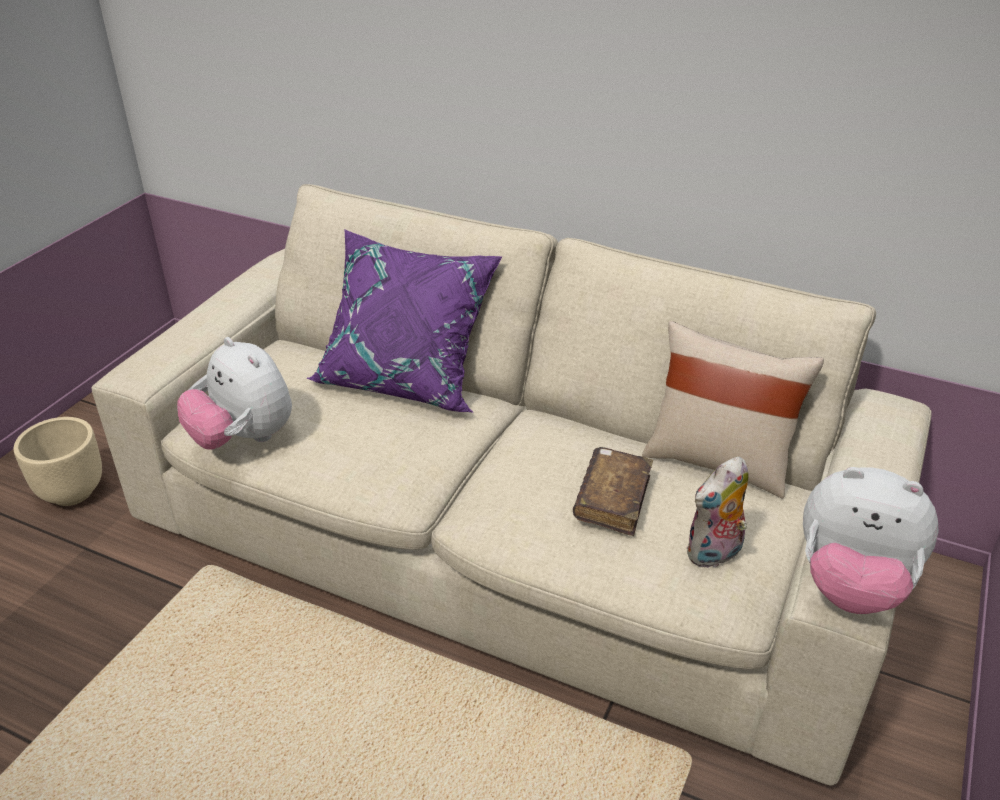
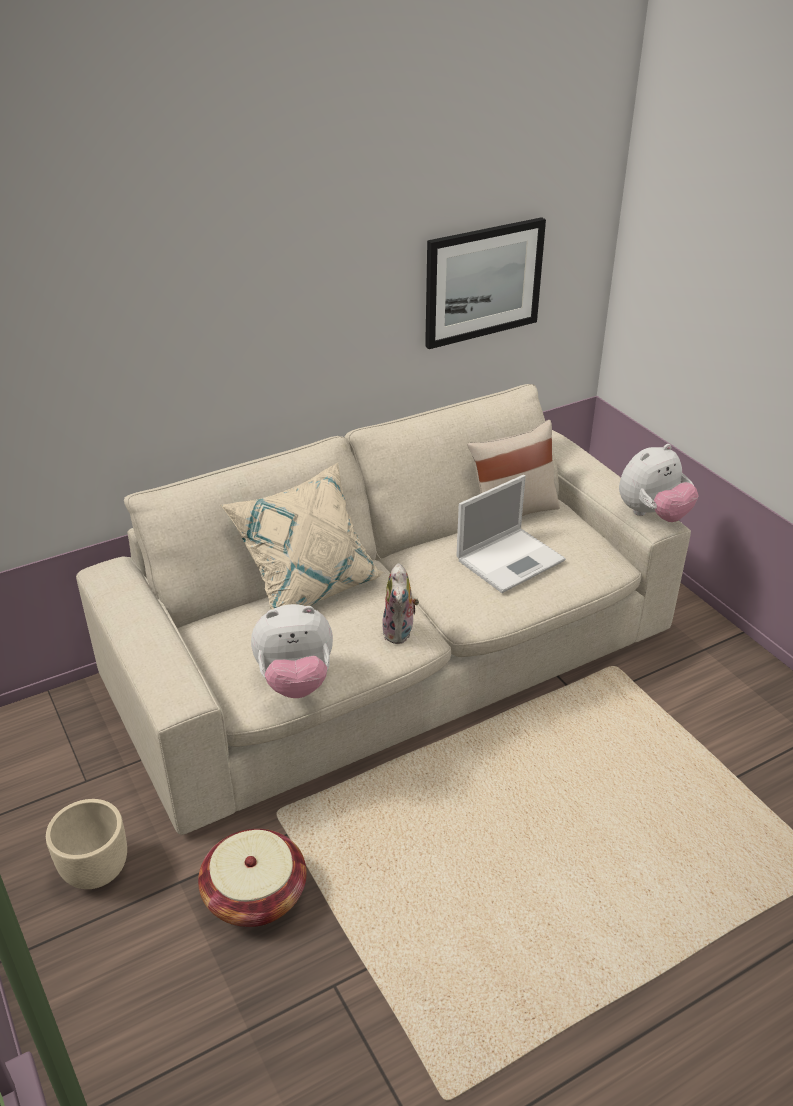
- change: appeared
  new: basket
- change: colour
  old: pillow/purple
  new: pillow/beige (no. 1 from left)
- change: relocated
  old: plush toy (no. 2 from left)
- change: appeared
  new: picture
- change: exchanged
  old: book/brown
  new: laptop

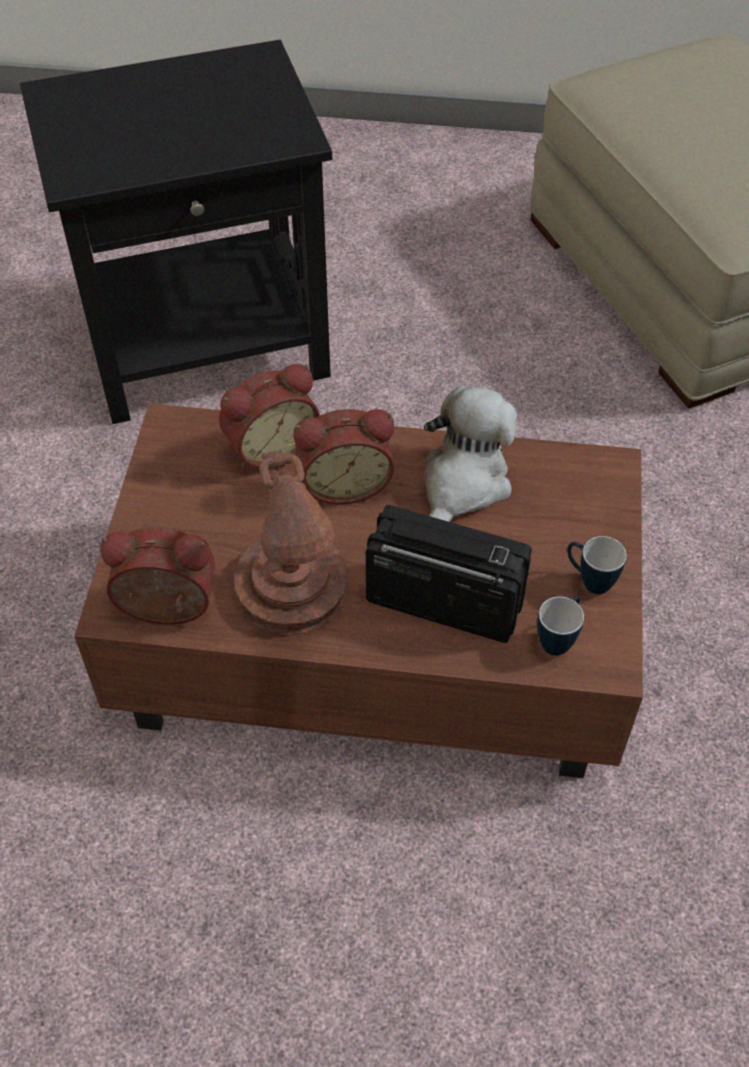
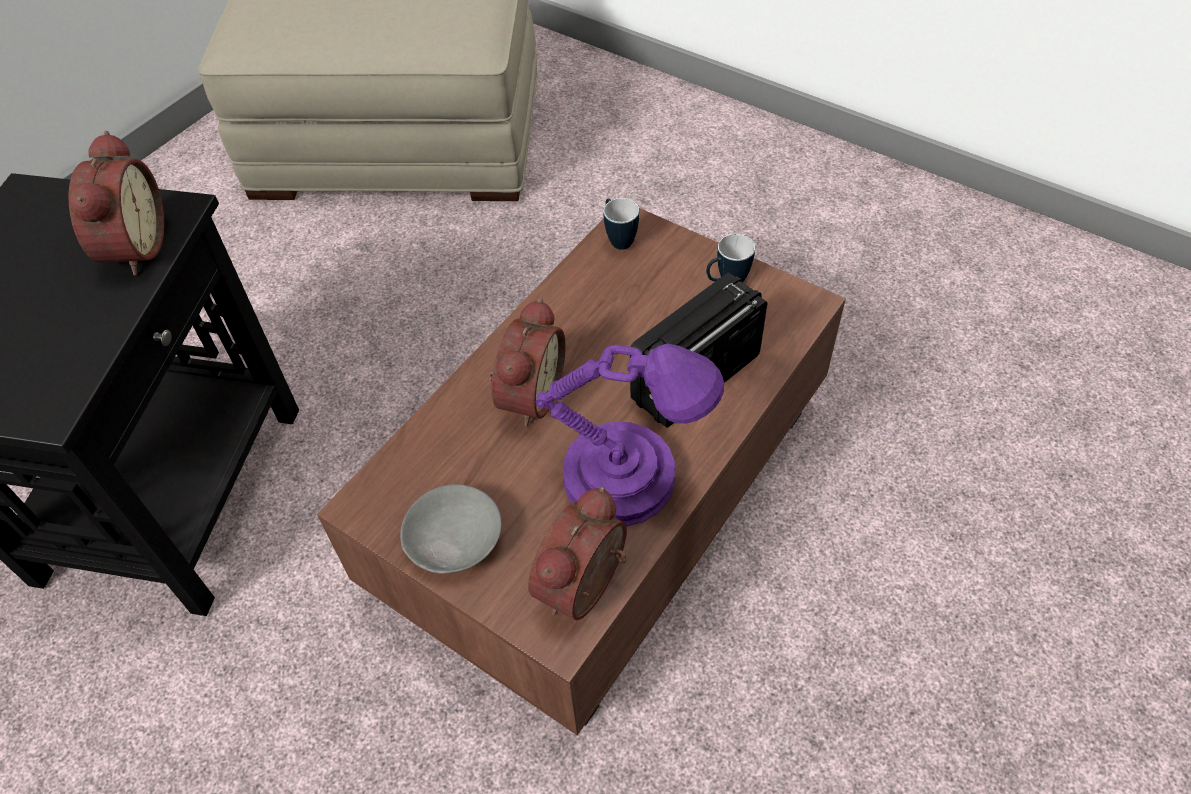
- change: relocated
  old: alarm clock (no. 2 from left in the first image)
  new: alarm clock (no. 1 from left)
- change: appeared
  new: bowl/grey
- change: colour
  old: table lamp/brown
  new: table lamp/purple
- change: relocated
  old: mug (no. 1 from left)
- change: missing
  old: plush toy

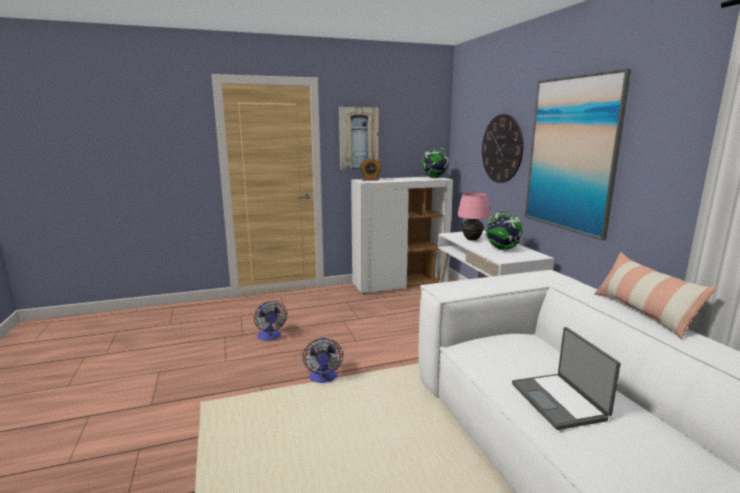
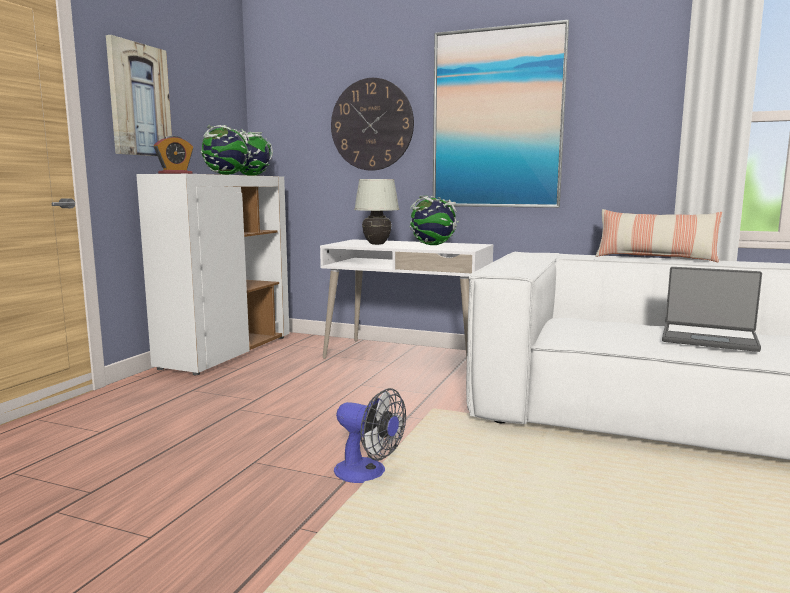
- change: appeared
  new: globe (no. 1 from left)
- change: colour
  old: table lamp/pink
  new: table lamp/white
- change: missing
  old: fan (no. 1 from left)

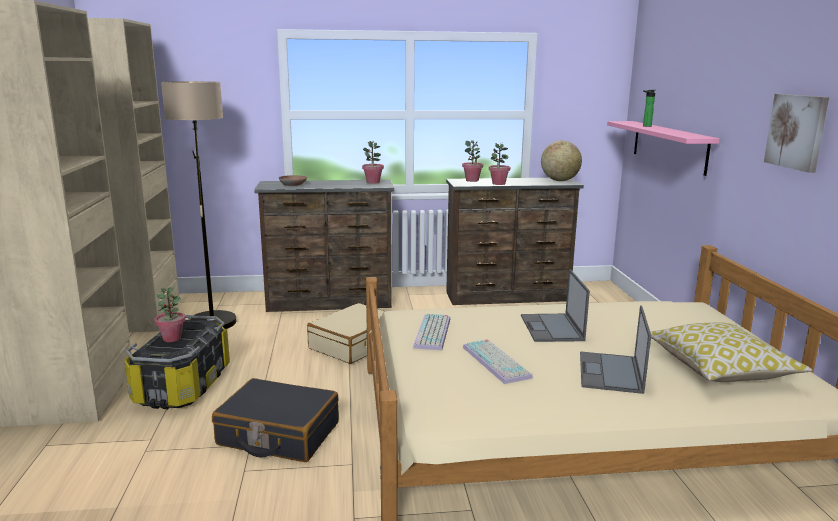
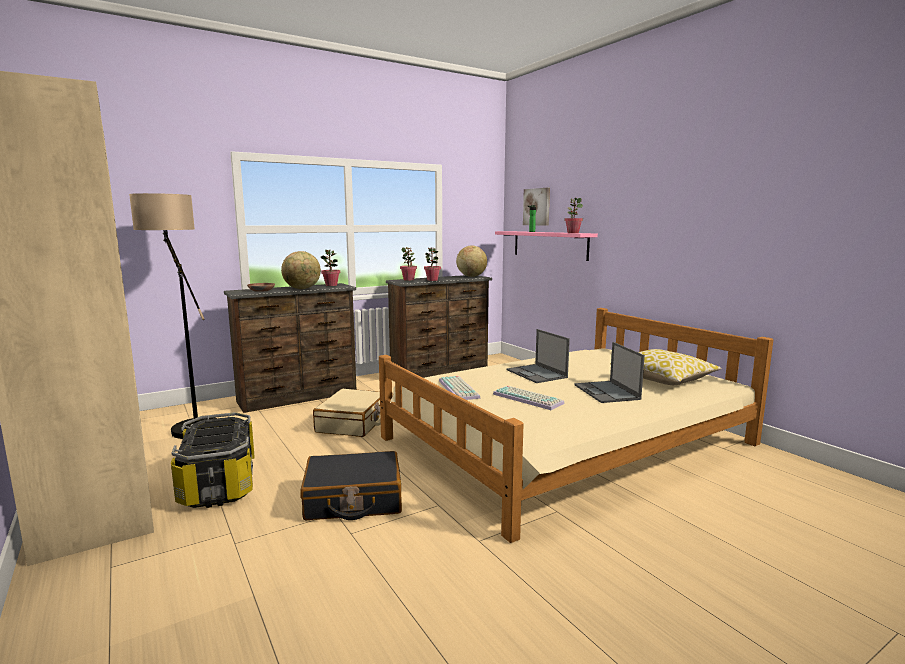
- change: appeared
  new: globe (no. 1 from left)
- change: relocated
  old: picture
- change: relocated
  old: potted plant (no. 1 from left in the first image)
  new: potted plant (no. 4 from left)

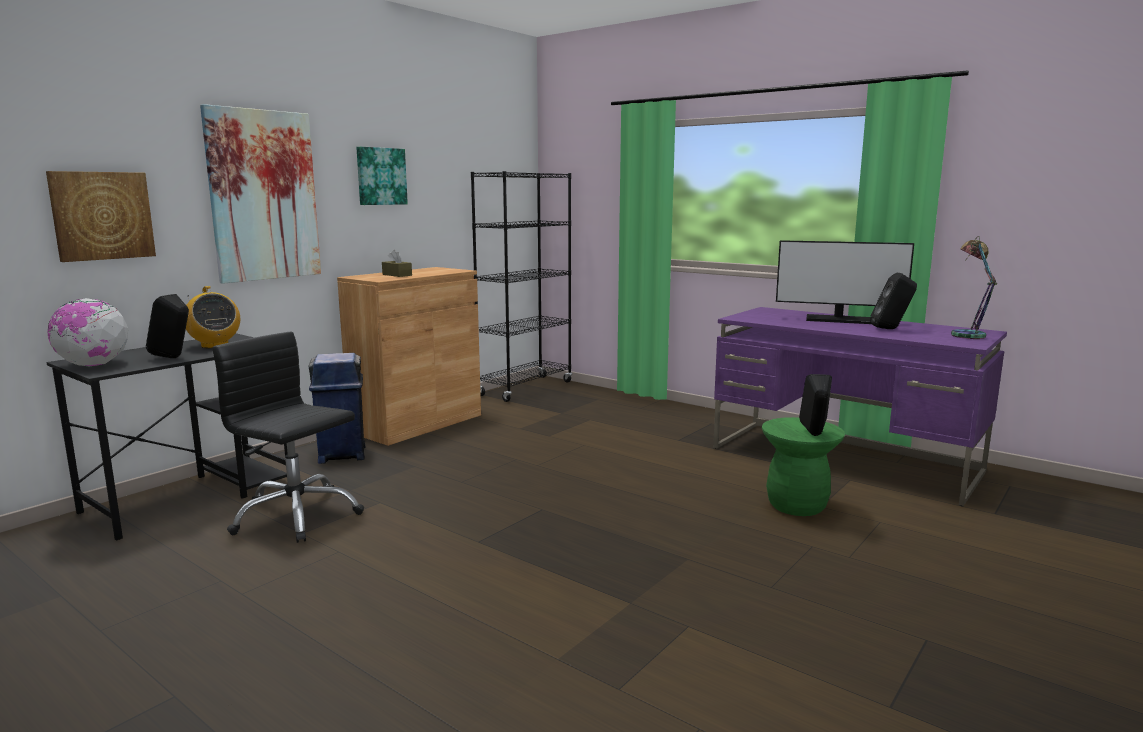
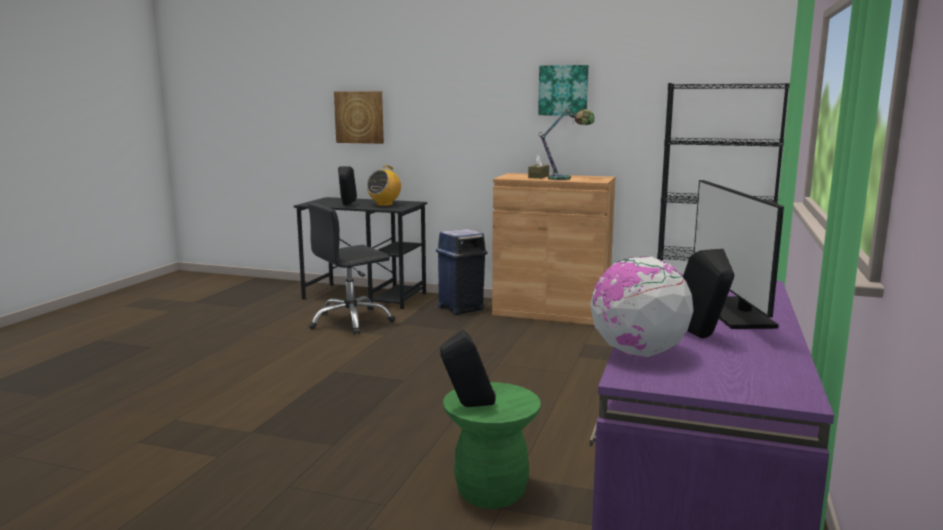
- change: spun
  old: office chair/black
  degrees: -135
- change: relocated
  old: table lamp
- change: relocated
  old: globe
- change: missing
  old: picture (no. 2 from left)

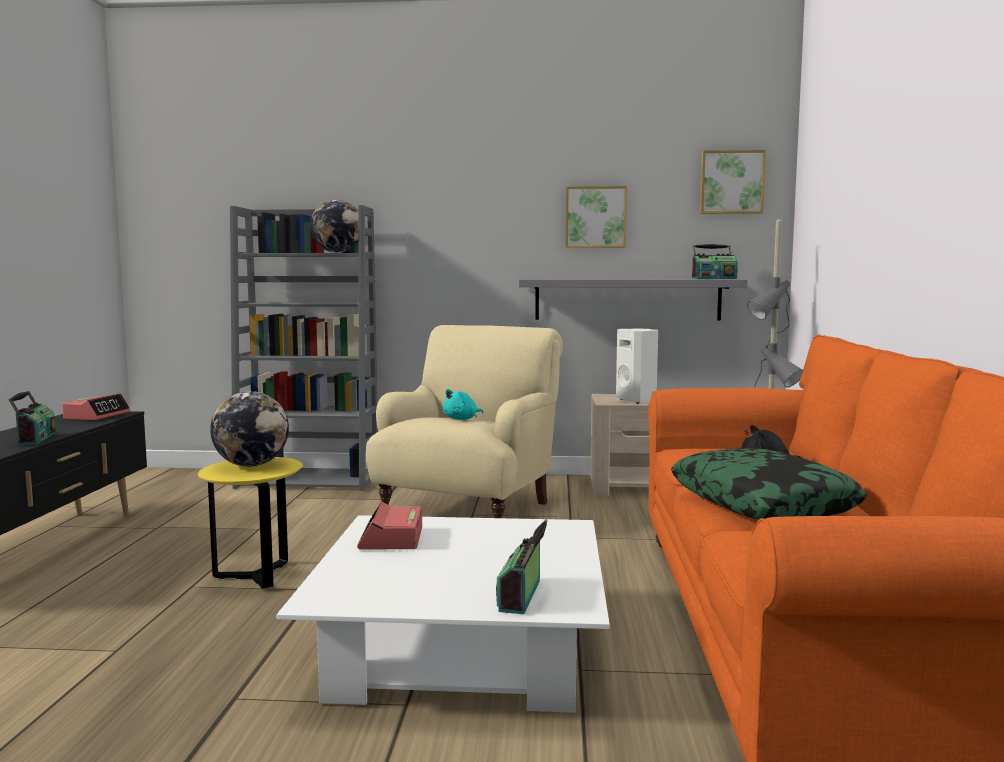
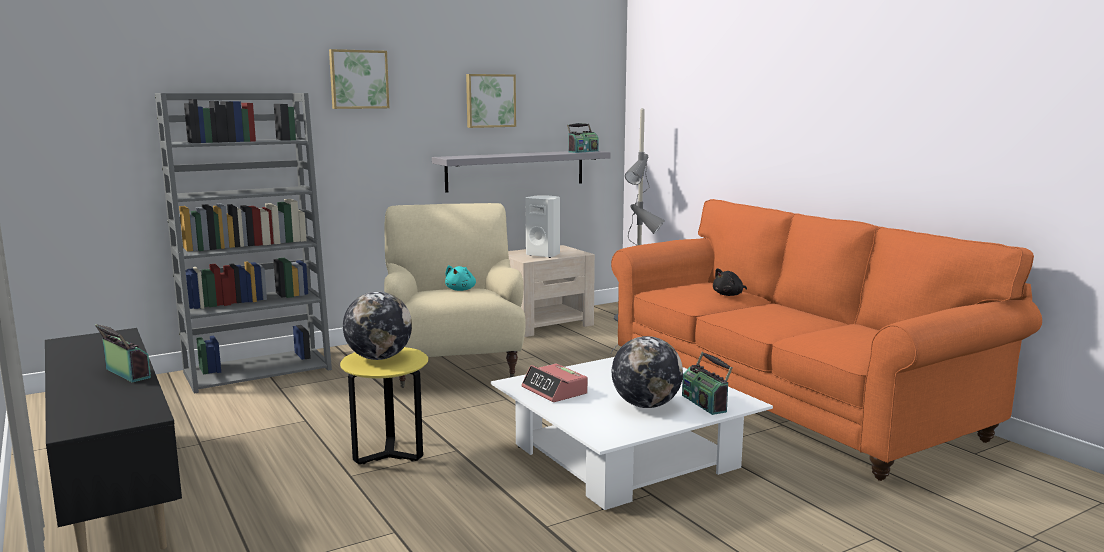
- change: relocated
  old: picture (no. 2 from left in the first image)
  new: picture (no. 1 from left)
- change: relocated
  old: globe (no. 2 from left)
- change: missing
  old: alarm clock (no. 1 from left)
- change: missing
  old: pillow

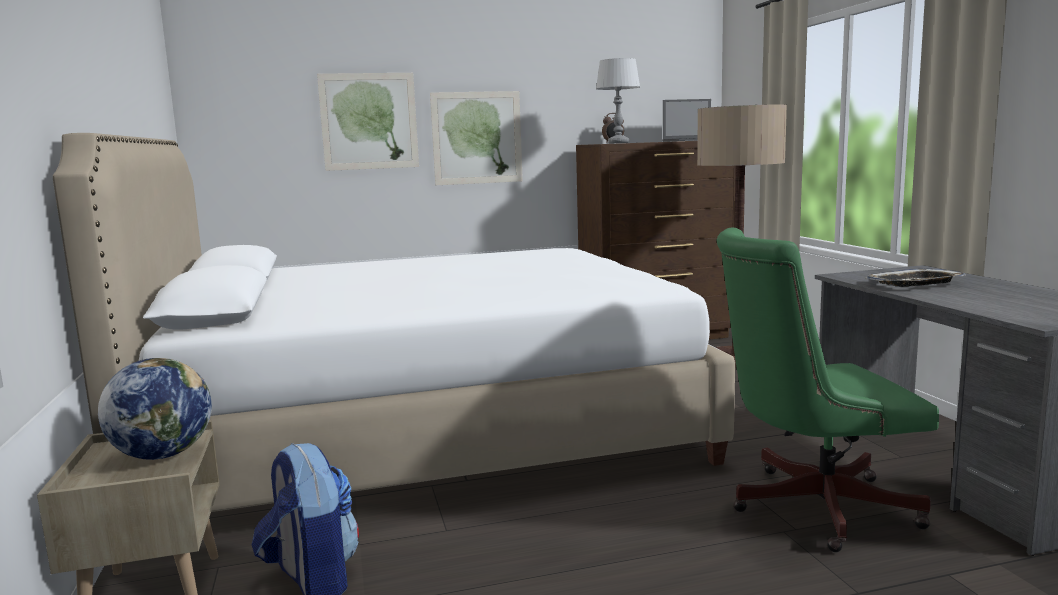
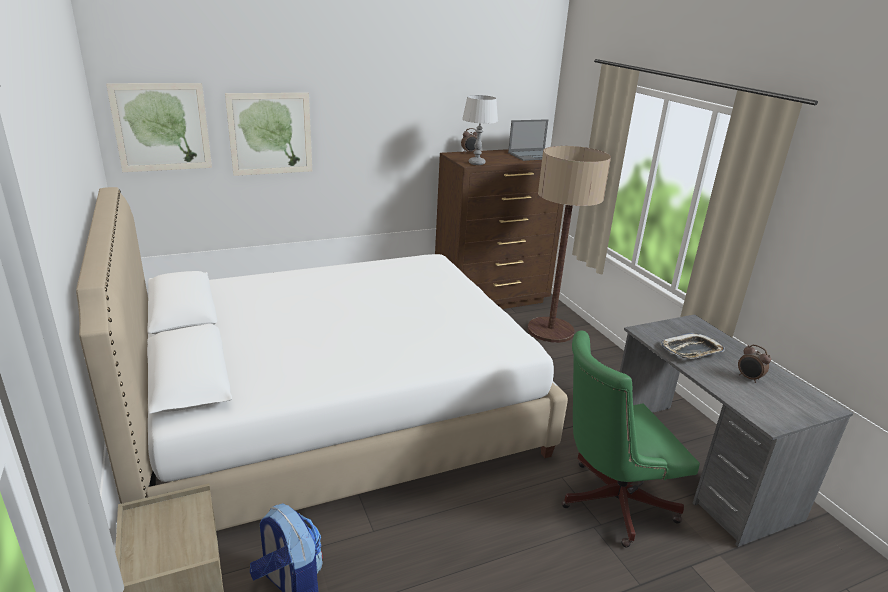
- change: relocated
  old: picture (no. 2 from left in the first image)
  new: picture (no. 1 from left)
- change: appeared
  new: alarm clock (no. 2 from left)
- change: missing
  old: globe

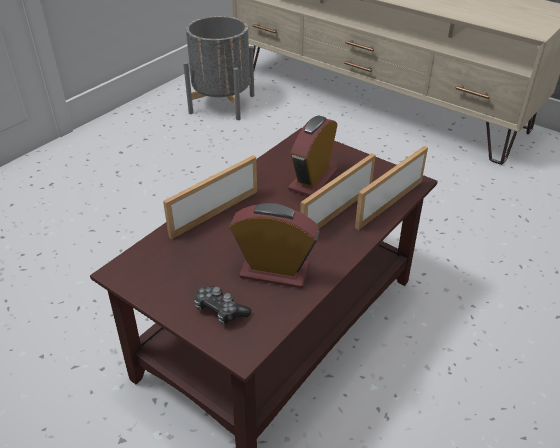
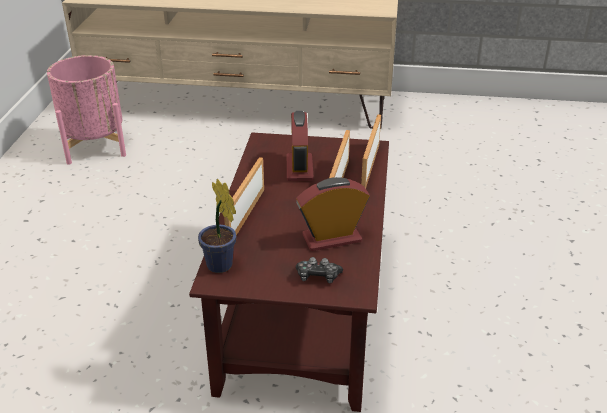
- change: colour
  old: planter/grey
  new: planter/pink
- change: appeared
  new: potted plant

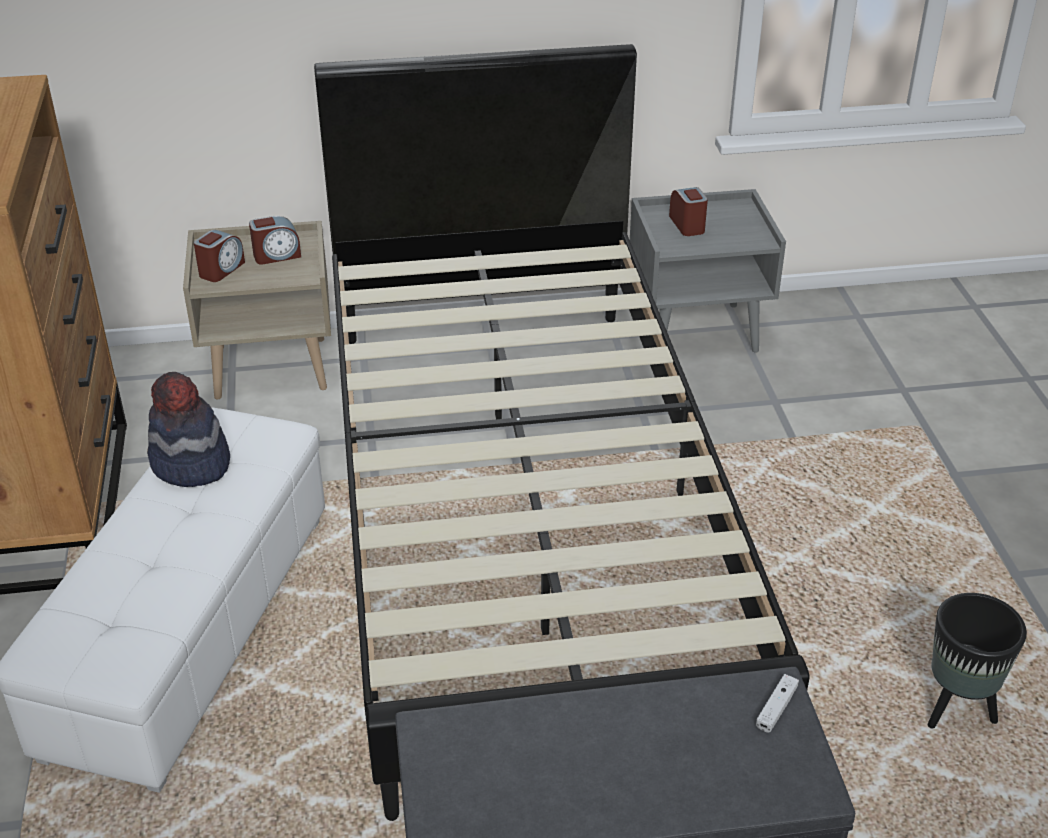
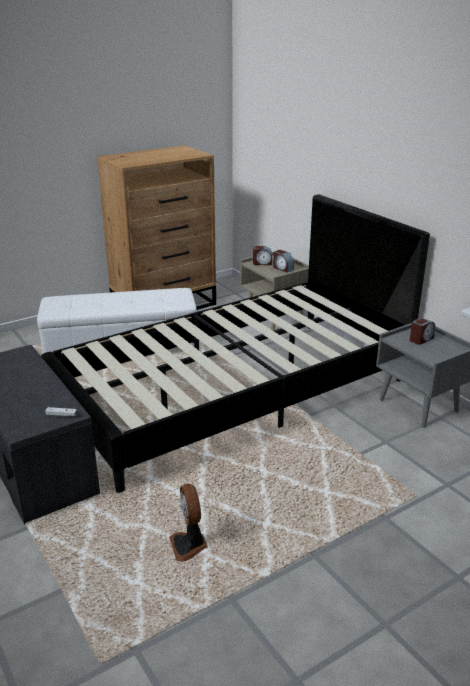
- change: exchanged
  old: planter/black
  new: fan
- change: missing
  old: hat

